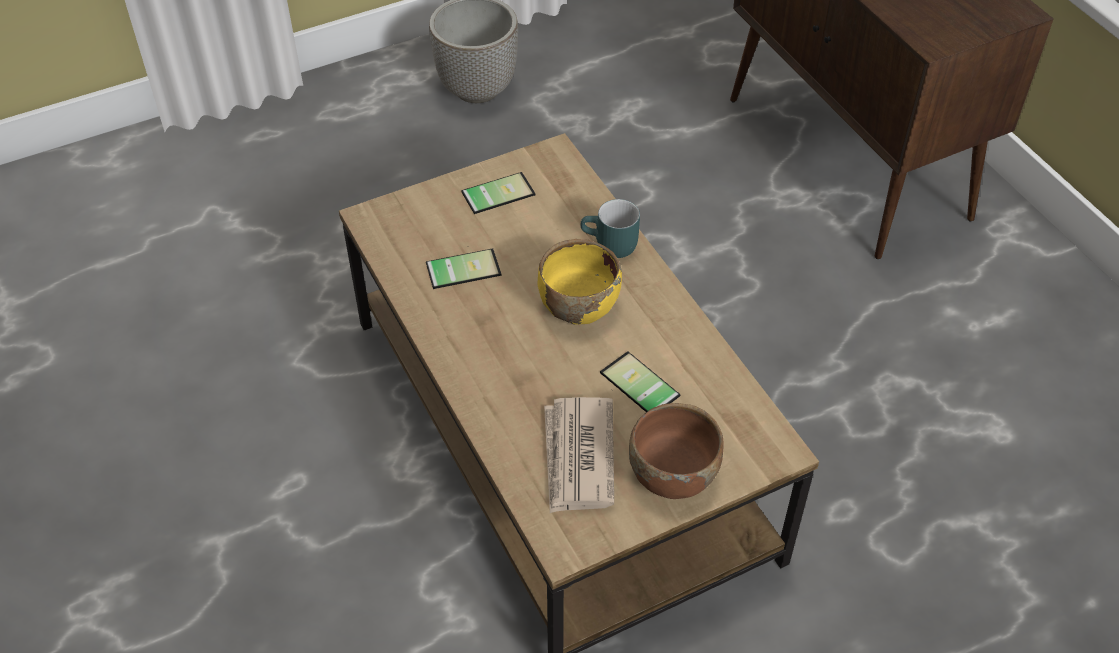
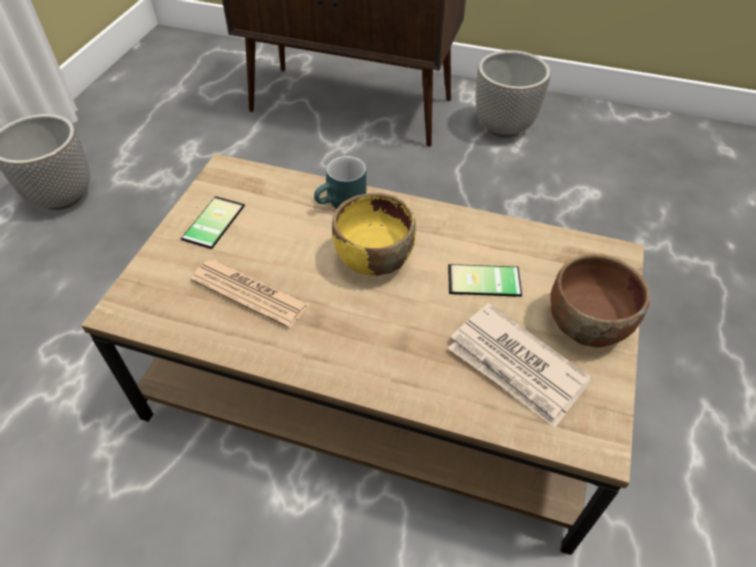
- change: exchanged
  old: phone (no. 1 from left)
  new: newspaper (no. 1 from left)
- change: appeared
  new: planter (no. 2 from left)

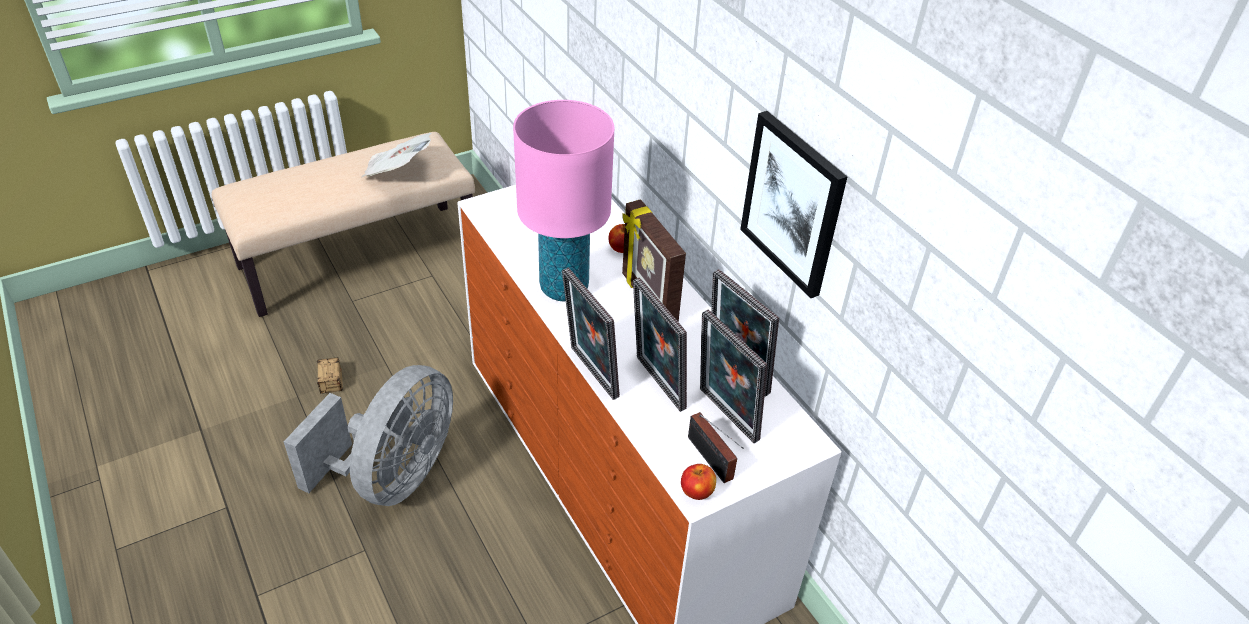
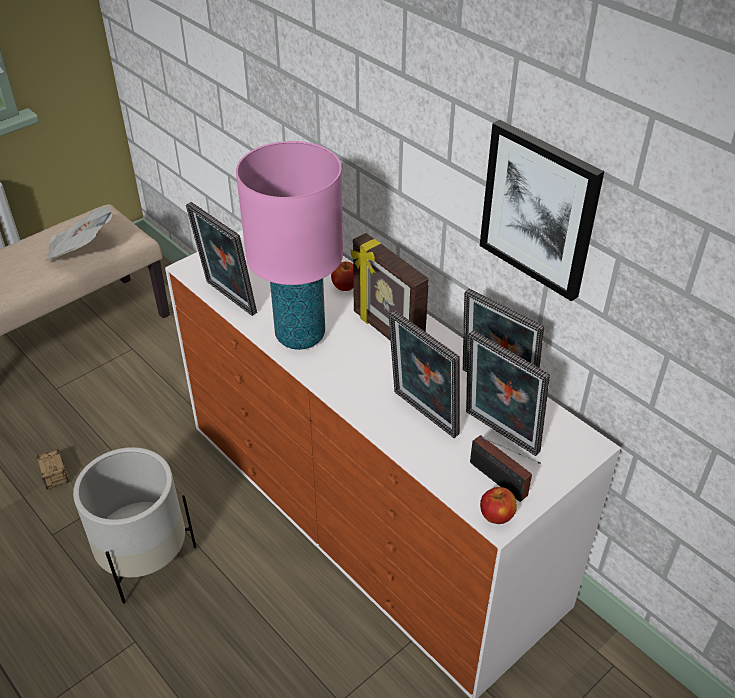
- change: exchanged
  old: fan/grey
  new: planter/white
- change: relocated
  old: picture frame (no. 1 from left)

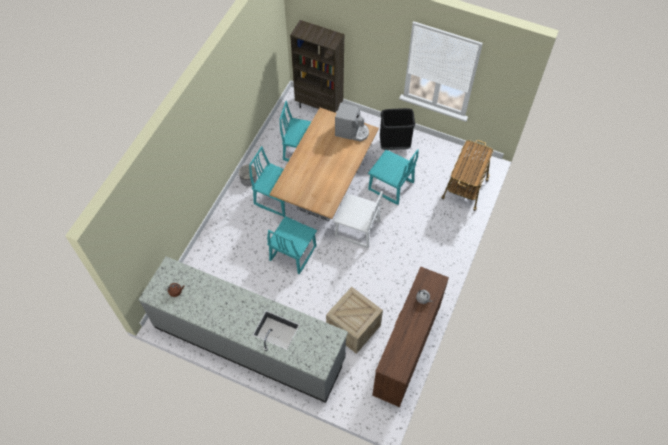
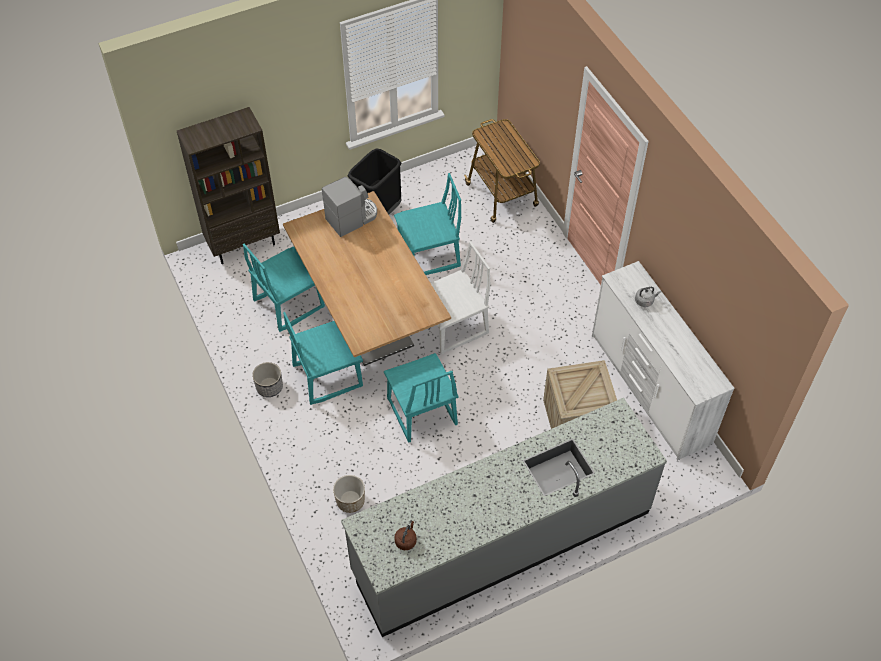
- change: appeared
  new: planter (no. 2 from left)
- change: colour
  old: dresser/brown
  new: dresser/white

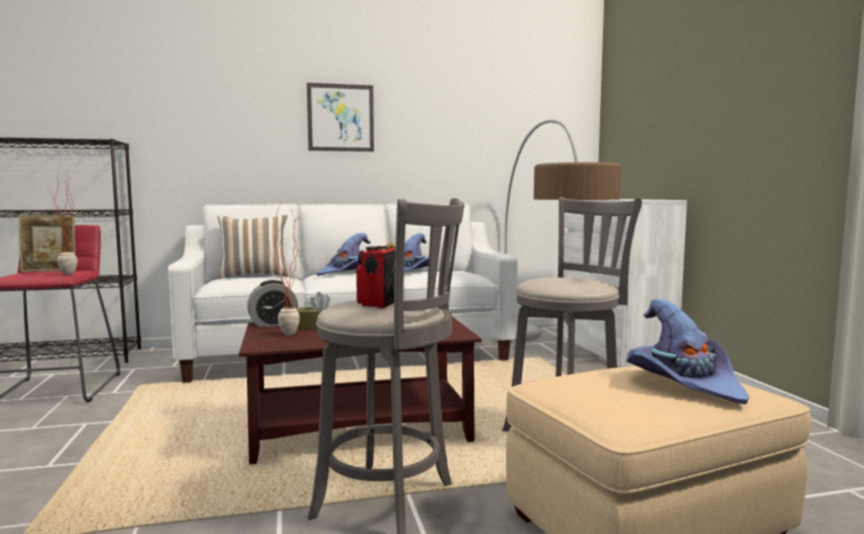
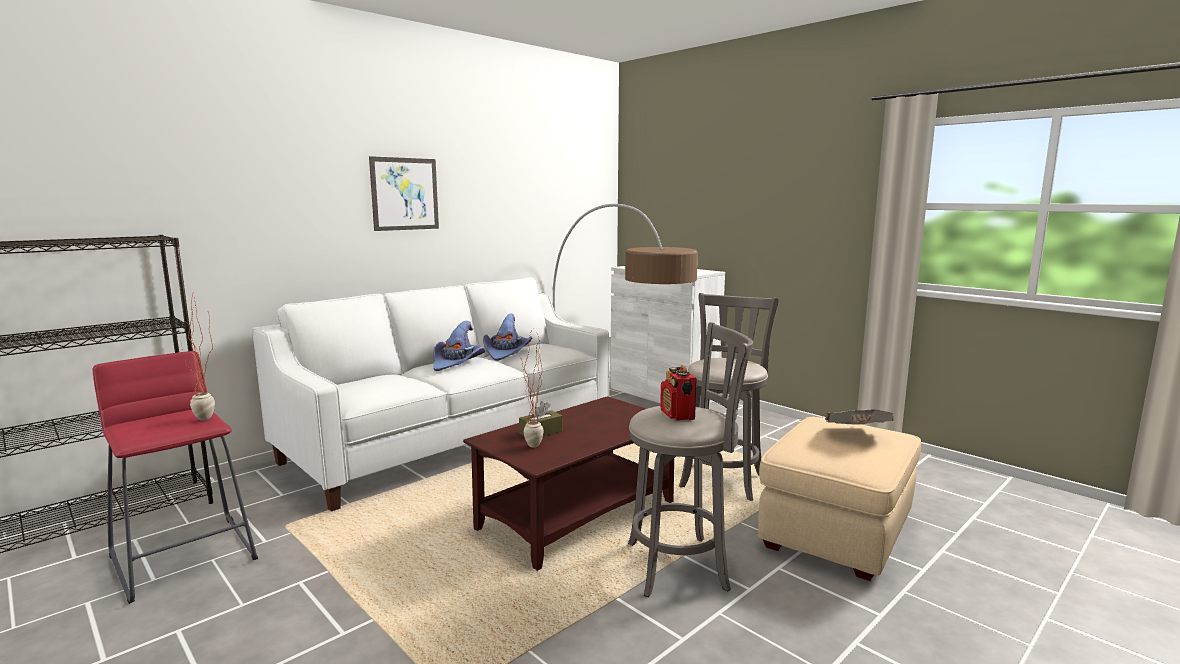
- change: exchanged
  old: hat/purple (no. 3 from left)
  new: newspaper
- change: missing
  old: picture frame
- change: missing
  old: pillow
- change: missing
  old: alarm clock

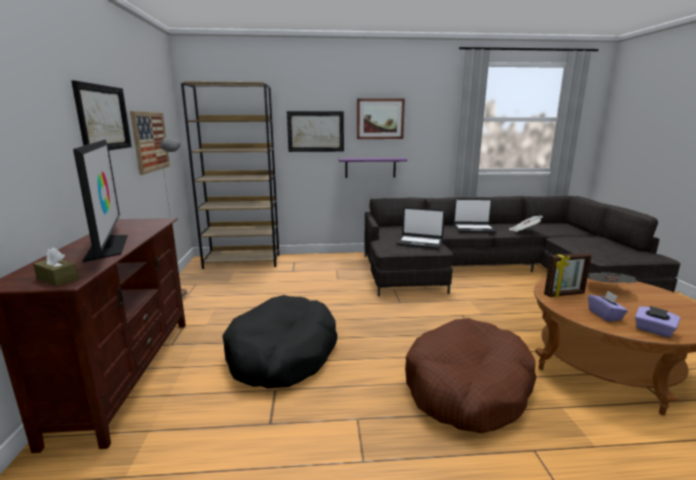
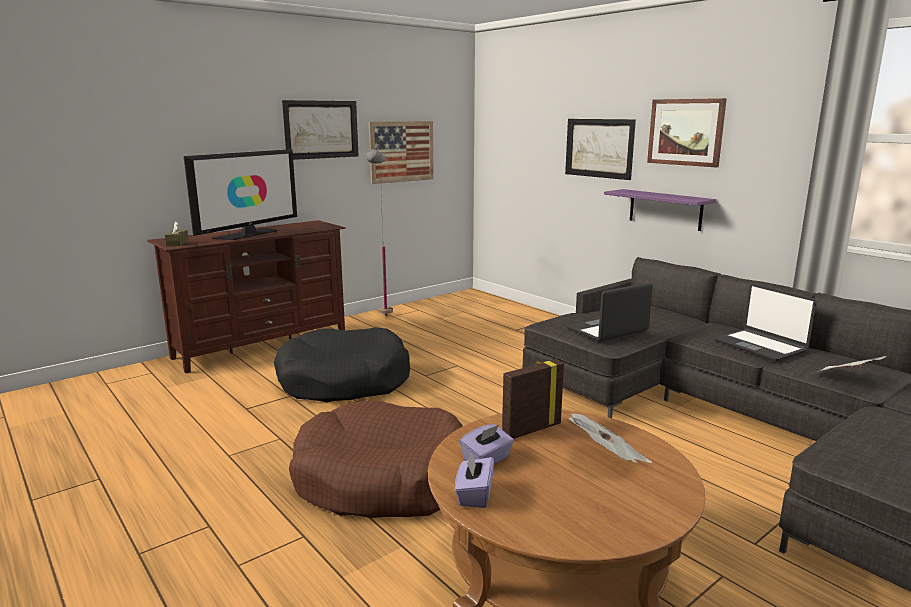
- change: spun
  old: picture frame
  degrees: 105
- change: spun
  old: laptop (no. 1 from left)
  degrees: 75
- change: missing
  old: bookcase/brown

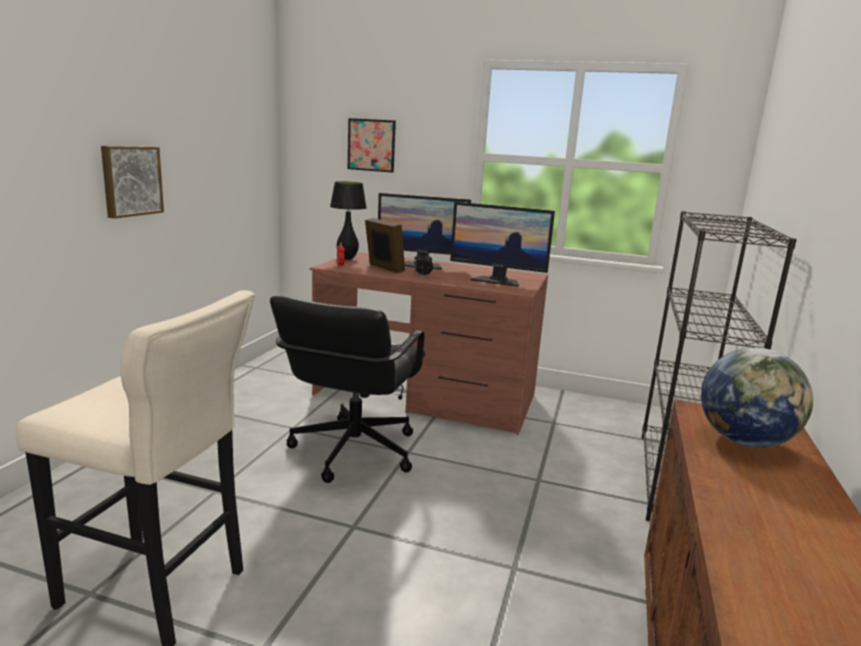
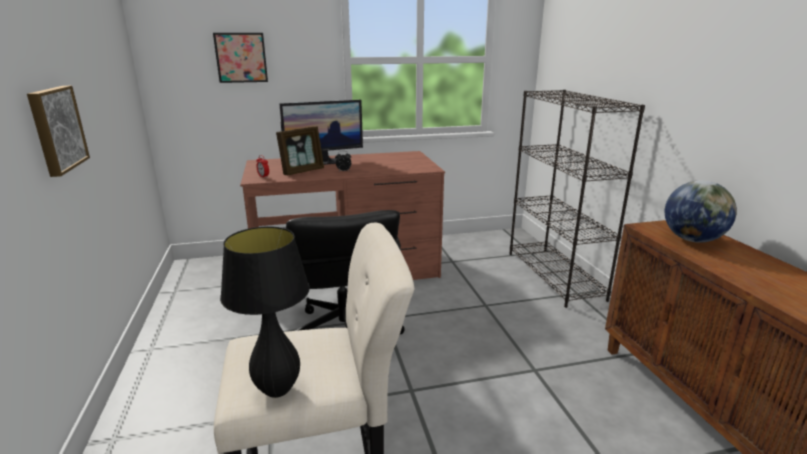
- change: relocated
  old: table lamp/black
- change: spun
  old: picture frame
  degrees: 120
- change: missing
  old: monitor (no. 2 from left)

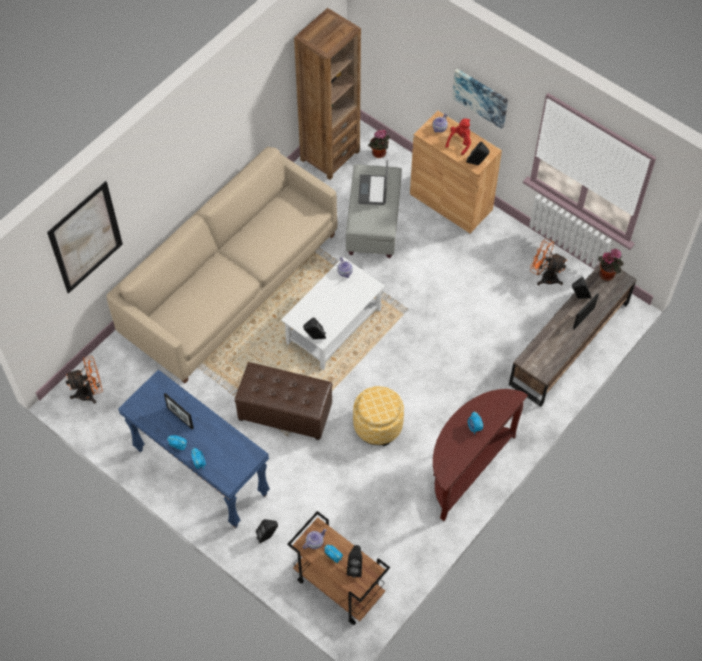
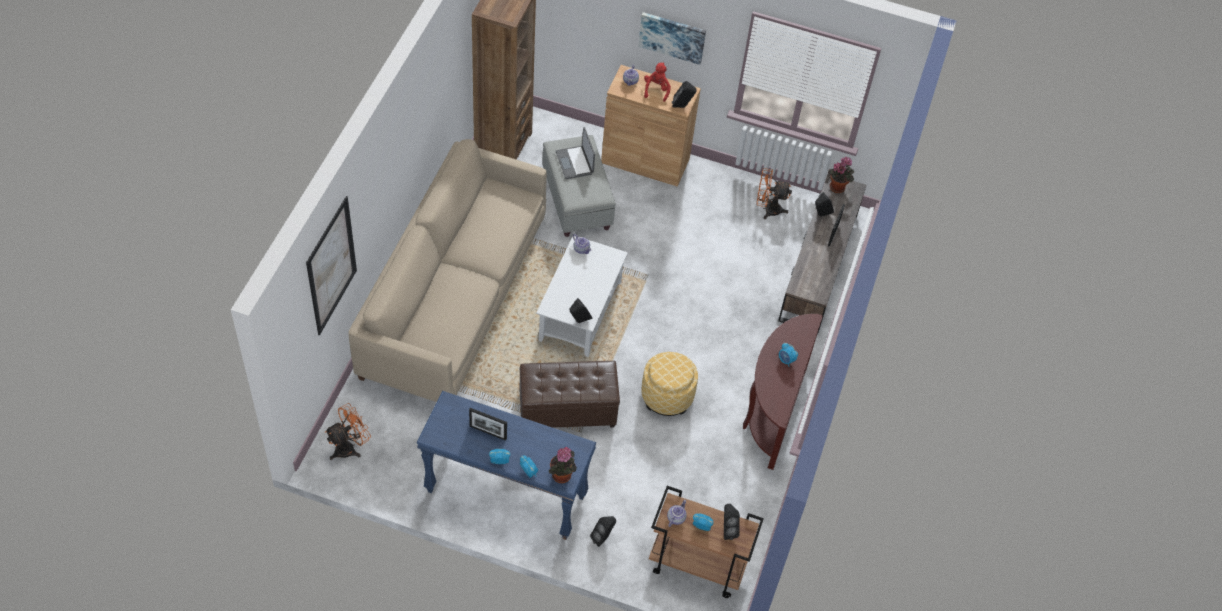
- change: relocated
  old: potted plant (no. 1 from left)

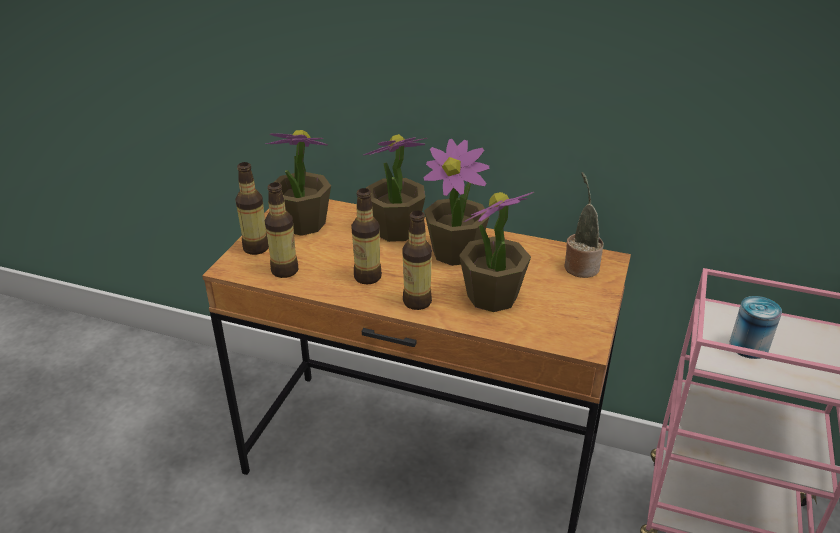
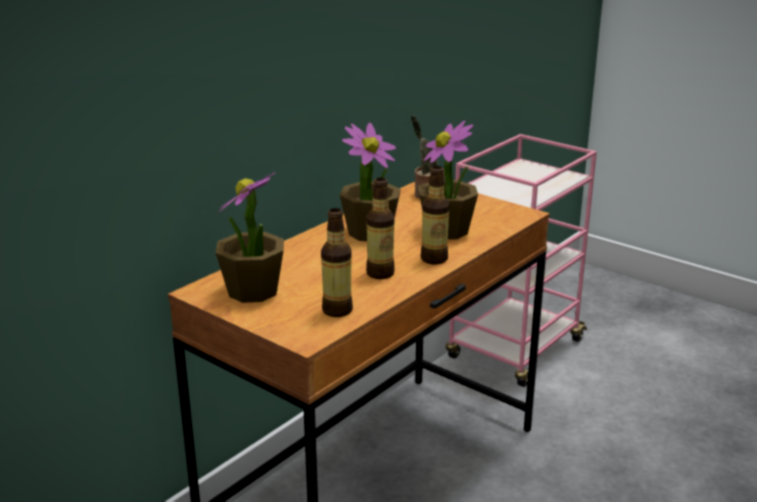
- change: missing
  old: bottle (no. 1 from left)
- change: missing
  old: potted plant (no. 2 from left)
- change: missing
  old: can

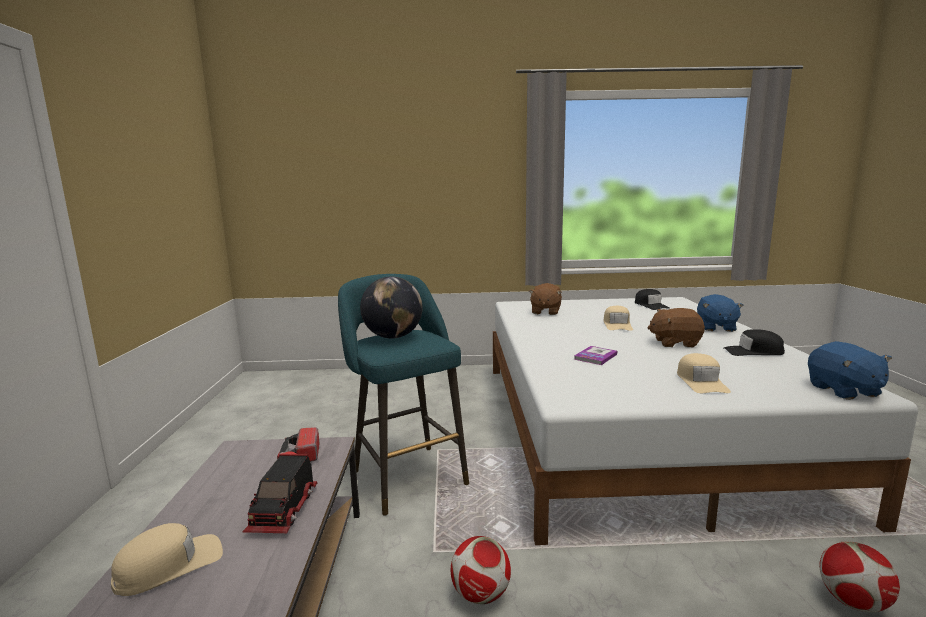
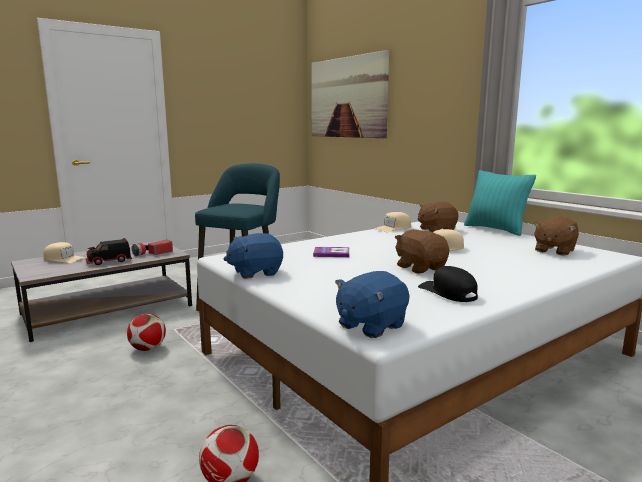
- change: relocated
  old: plush toy/blue (no. 1 from left)
- change: appeared
  new: picture
- change: relocated
  old: cap/beige (no. 3 from left in the first image)
  new: cap/beige (no. 2 from left)
- change: appeared
  new: pillow/turquoise
- change: exchanged
  old: cap/black (no. 1 from left)
  new: plush toy/brown (no. 3 from left)
- change: missing
  old: globe

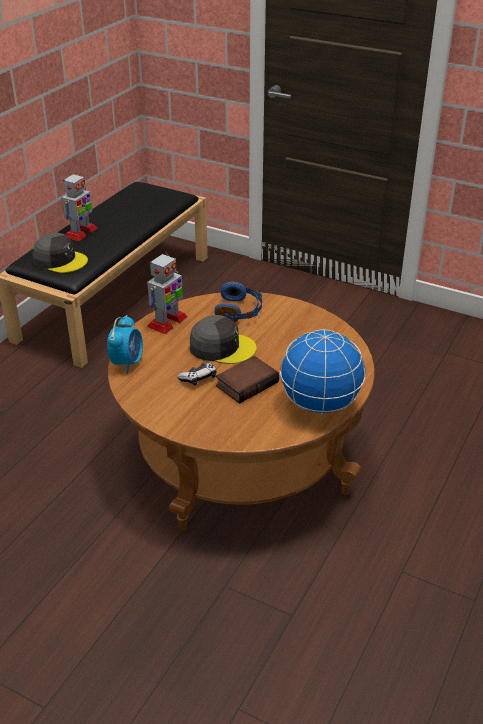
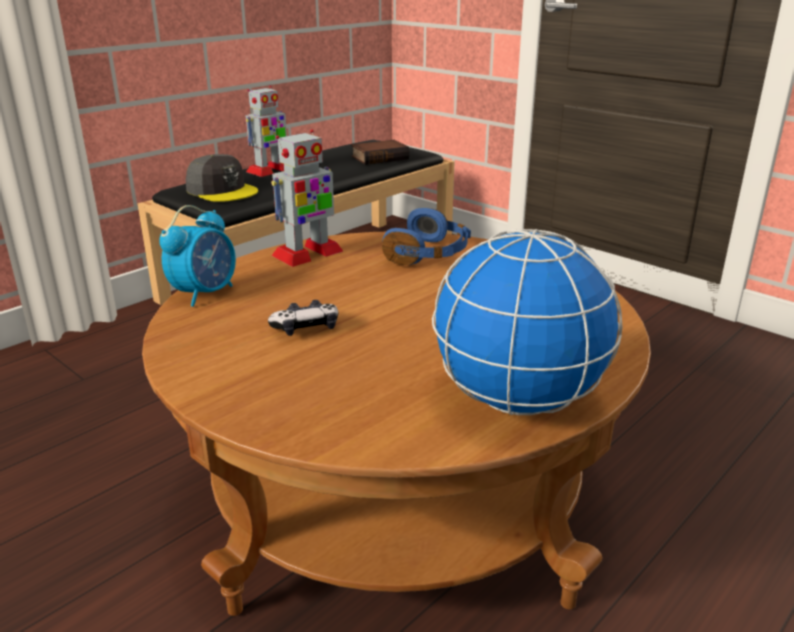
- change: relocated
  old: book
- change: missing
  old: cap/grey (no. 2 from left)

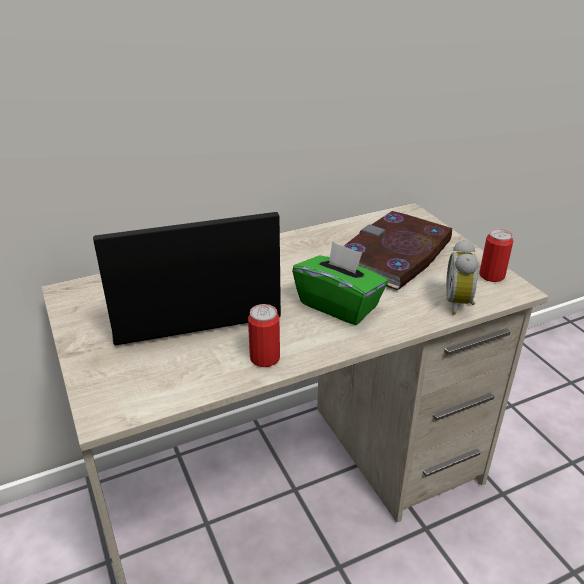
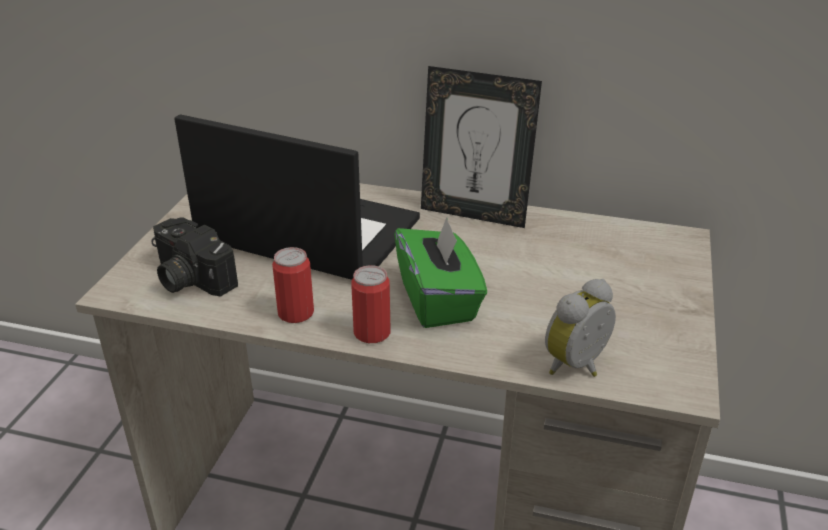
- change: appeared
  new: photo camera
- change: relocated
  old: can (no. 2 from left)
- change: appeared
  new: picture frame
- change: missing
  old: book

